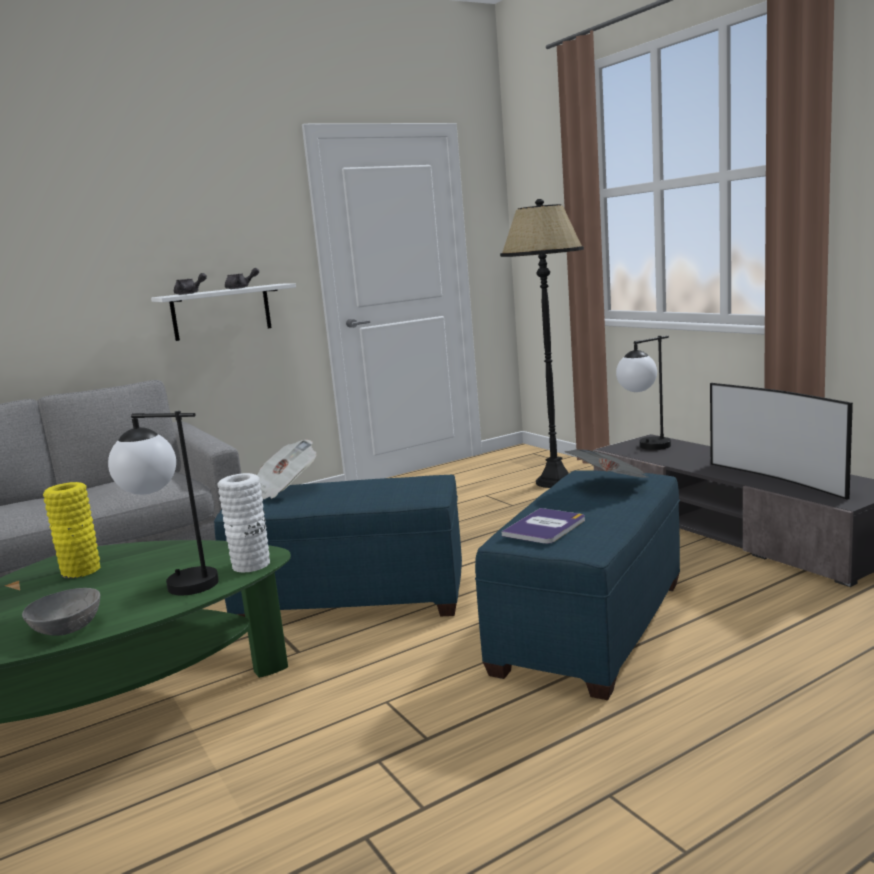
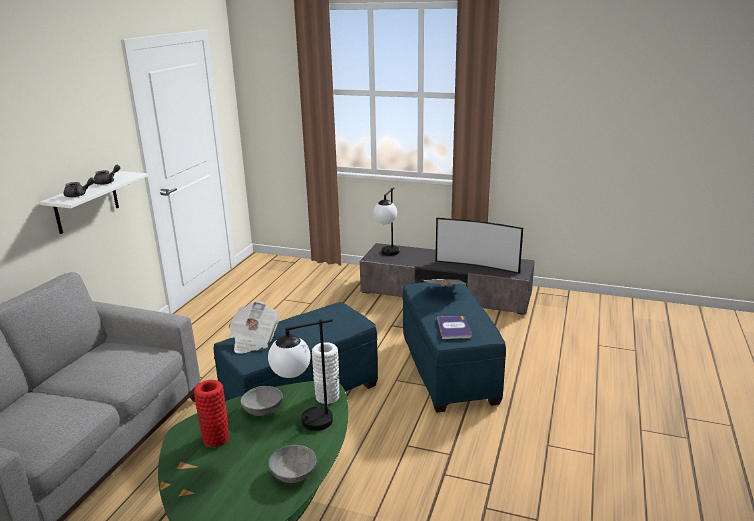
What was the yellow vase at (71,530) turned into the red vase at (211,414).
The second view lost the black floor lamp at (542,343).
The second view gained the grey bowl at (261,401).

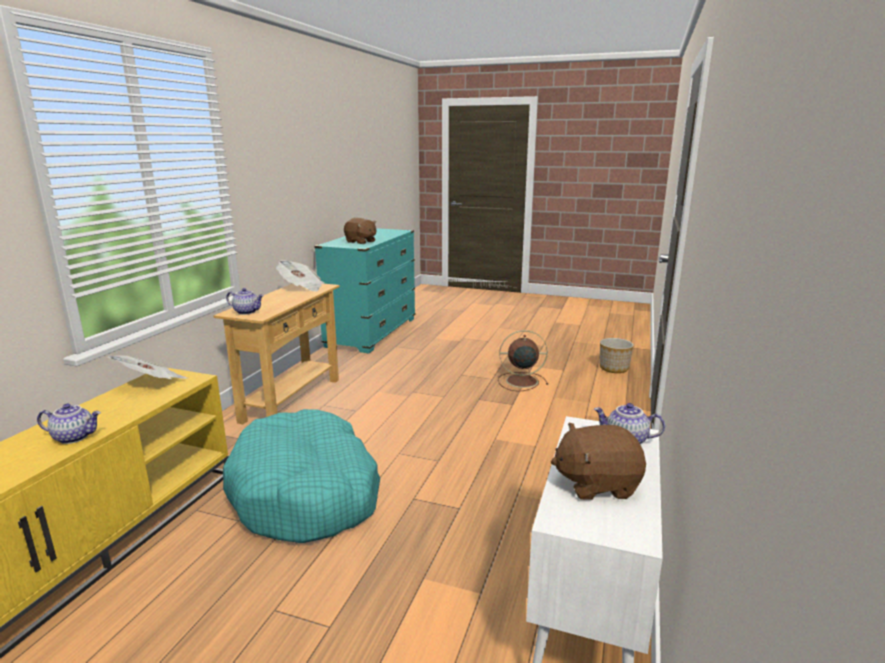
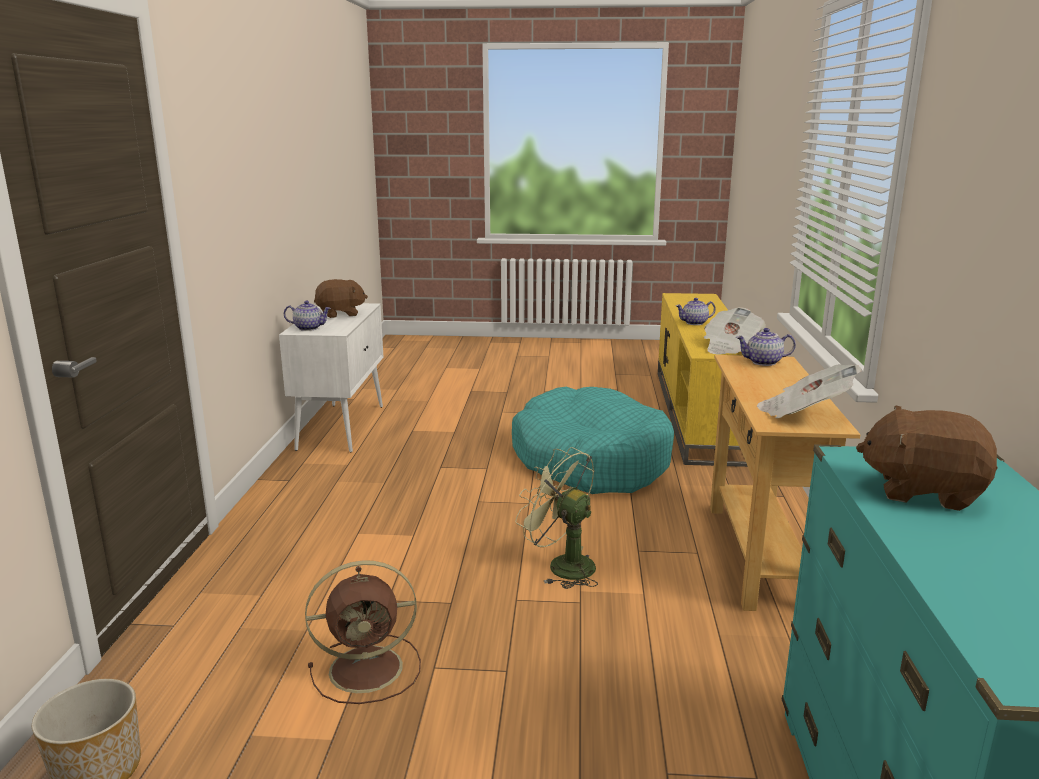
The second view gained the green fan at (556,518).

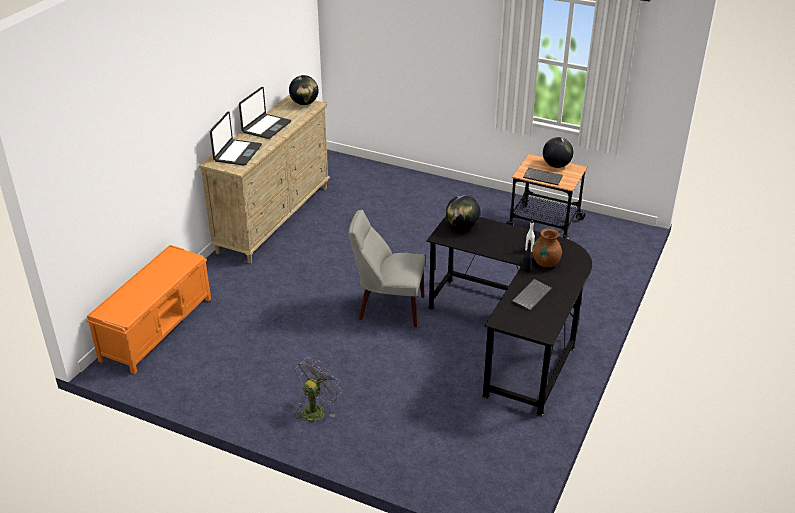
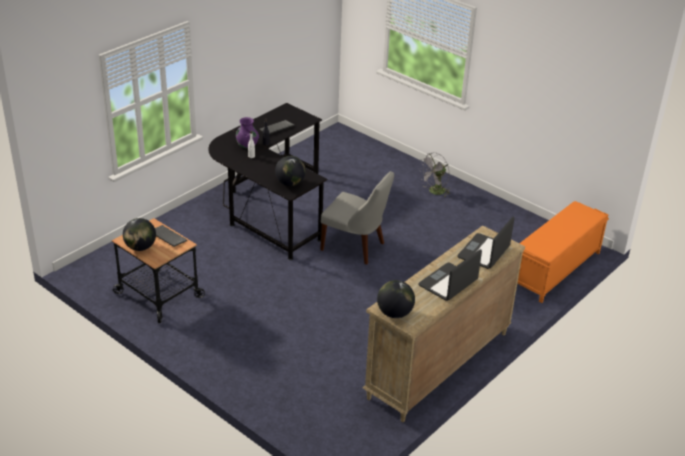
What was the brown vase at (547,247) turned into the purple vase at (247,132).

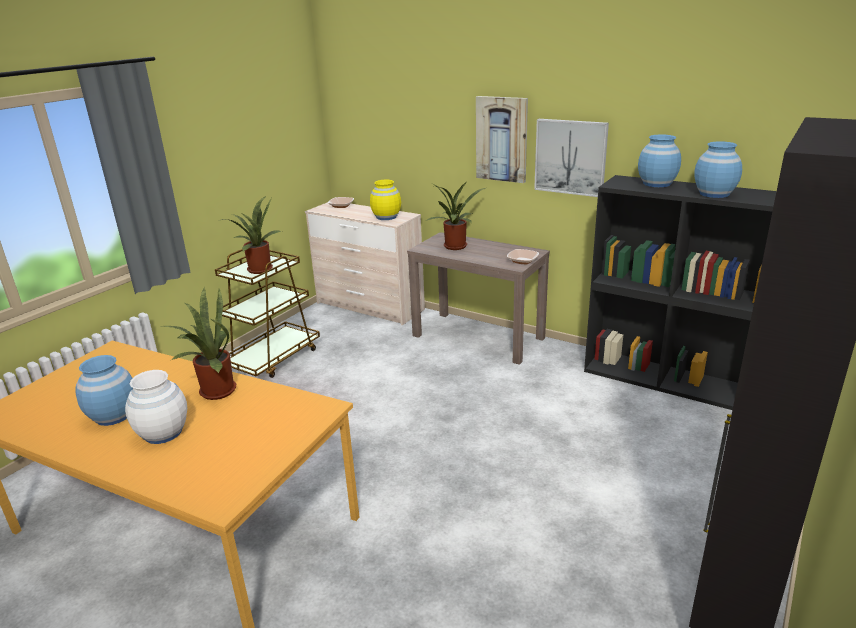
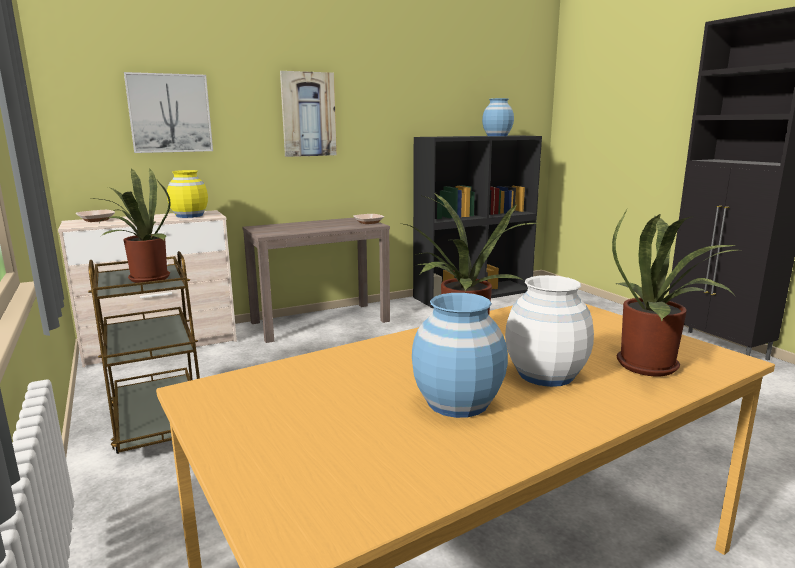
The potted plant ended up elsewhere, having gone from (456,216) to (674,292).
The picture ended up elsewhere, having gone from (571,158) to (168,112).
The second view lost the blue vase at (659,160).

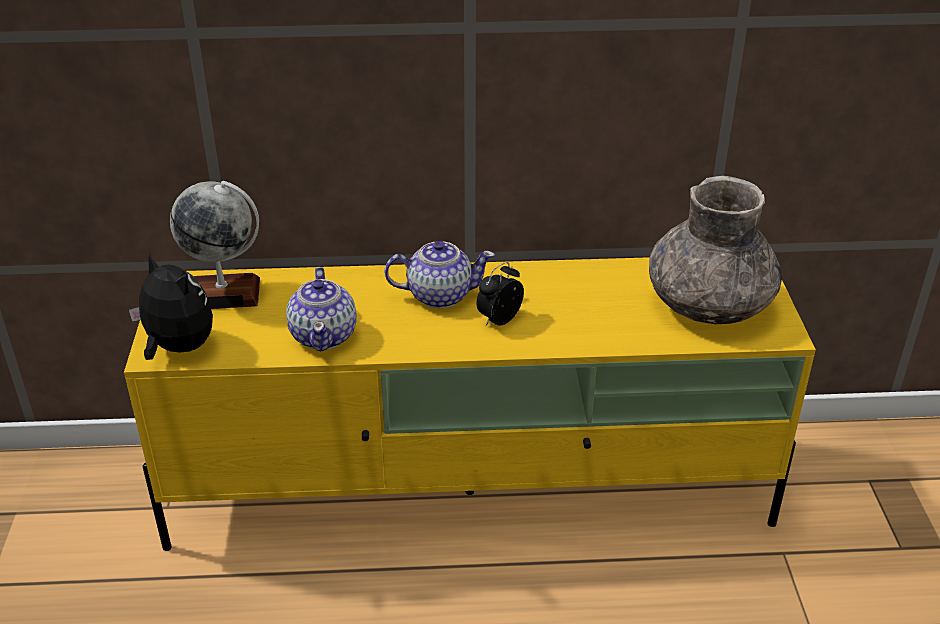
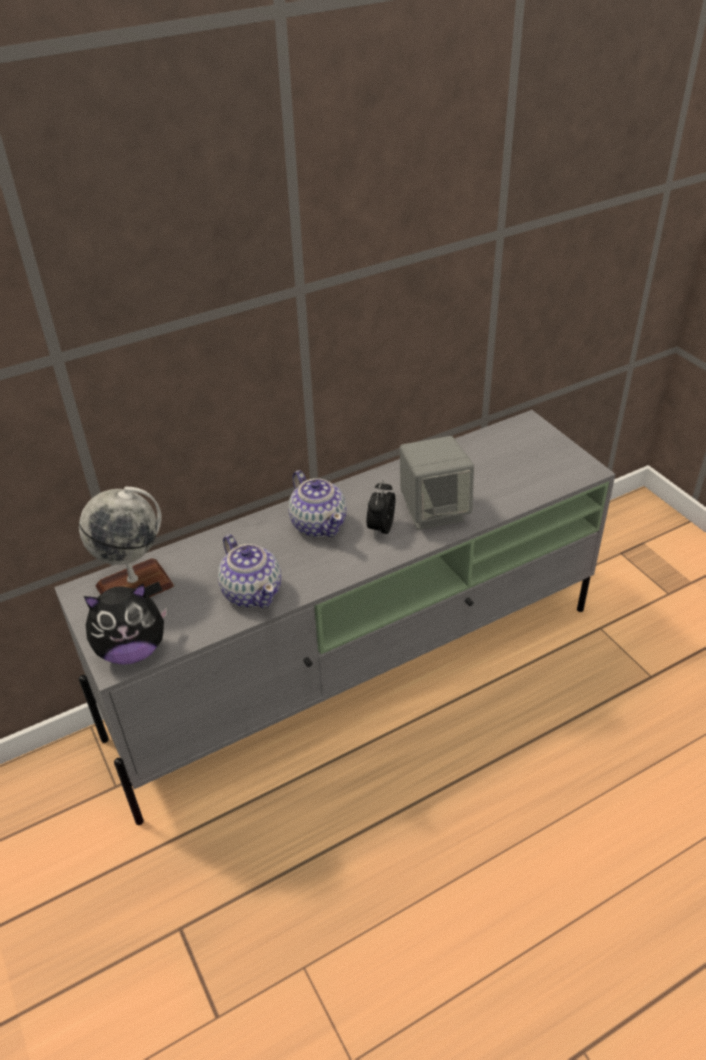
What was the yellow tv stand at (470,404) turned into the grey tv stand at (334,617).
The plush toy at (171,305) ended up facing another way, 150 degrees clockwise from before.
The teapot at (439,274) ended up facing another way, 90 degrees clockwise from before.
The second view lost the grey vase at (715,250).
The second view gained the grey speaker at (437,483).

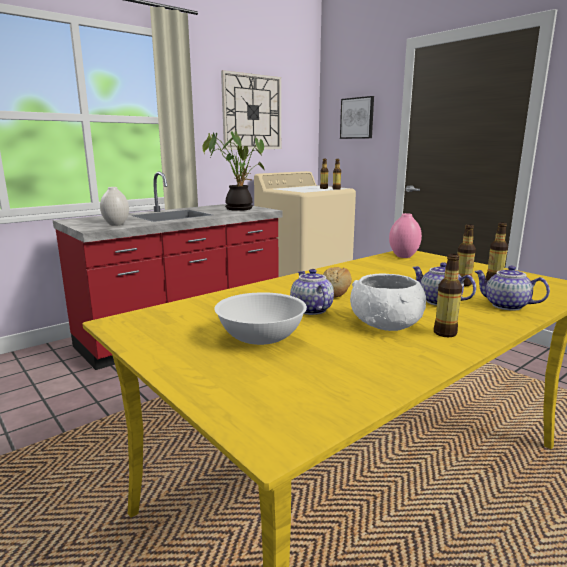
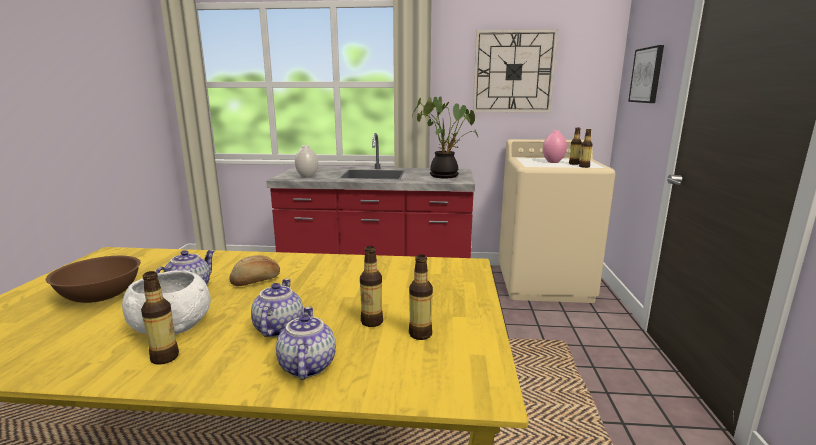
What was the white bowl at (260,318) turned into the brown bowl at (93,279).
The pink vase ended up elsewhere, having gone from (405,235) to (555,146).

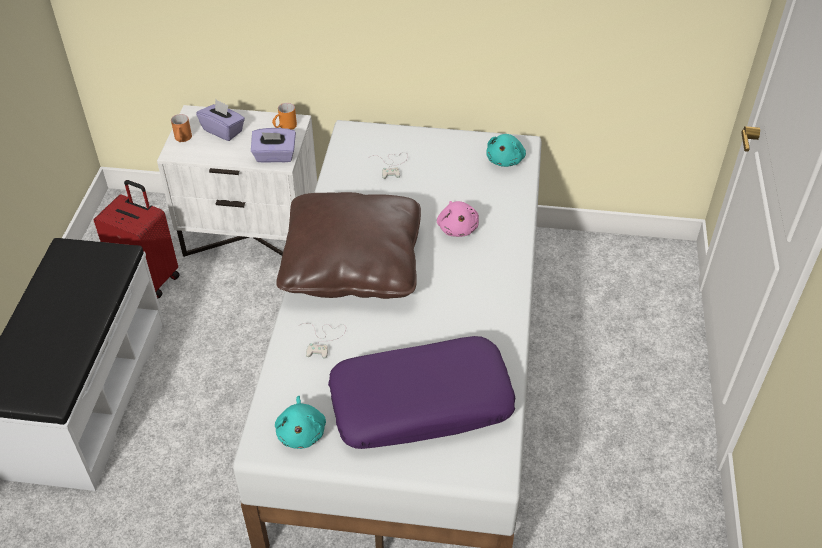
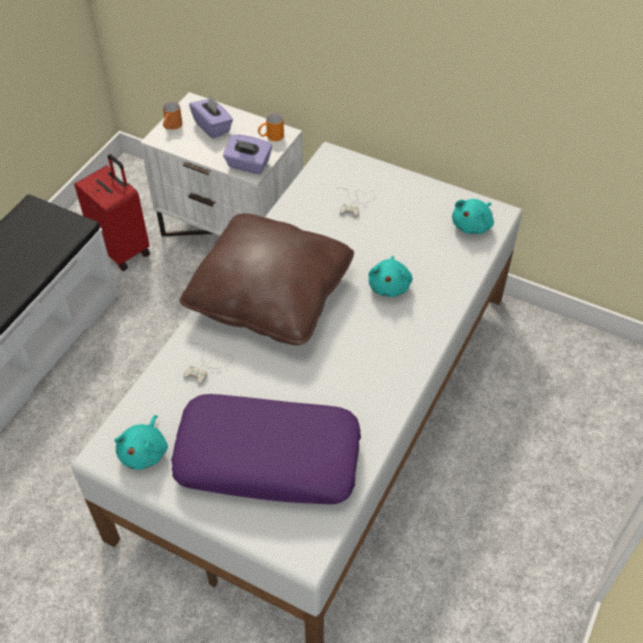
What was the pink plush toy at (458,219) turned into the turquoise plush toy at (391,276).

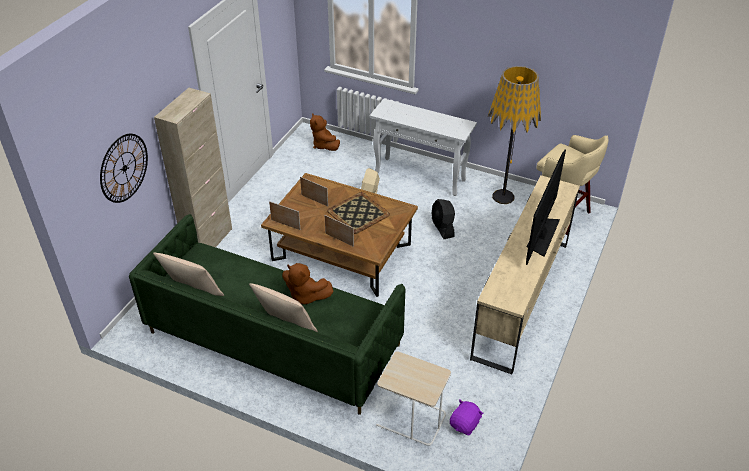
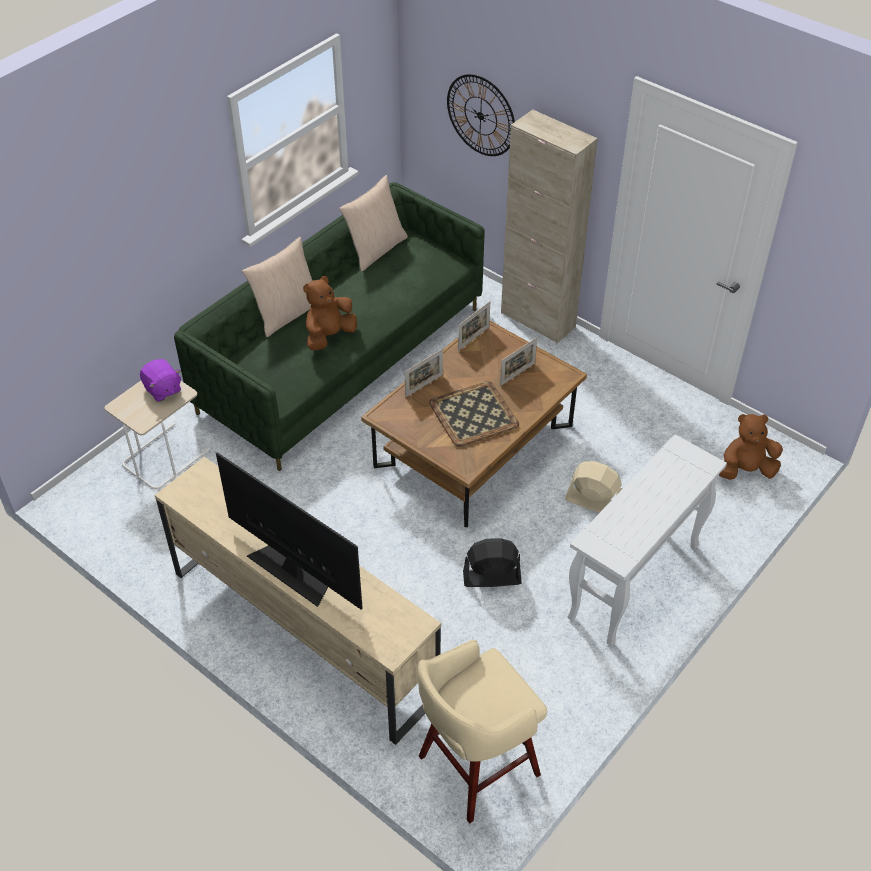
The purple plush toy ended up elsewhere, having gone from (467,417) to (160,380).
The second view lost the floor lamp at (514,135).

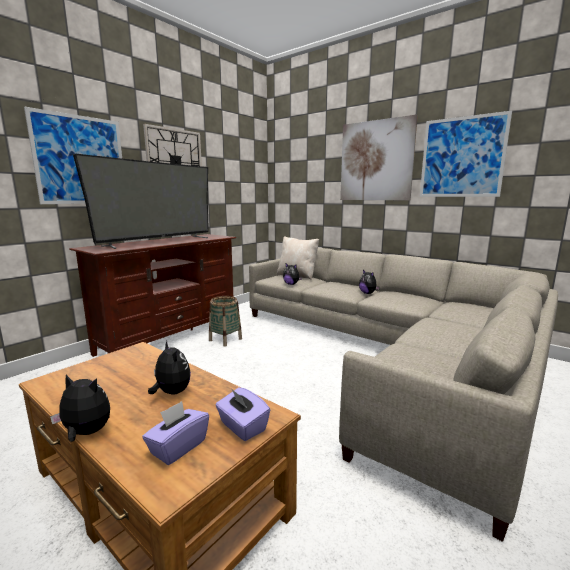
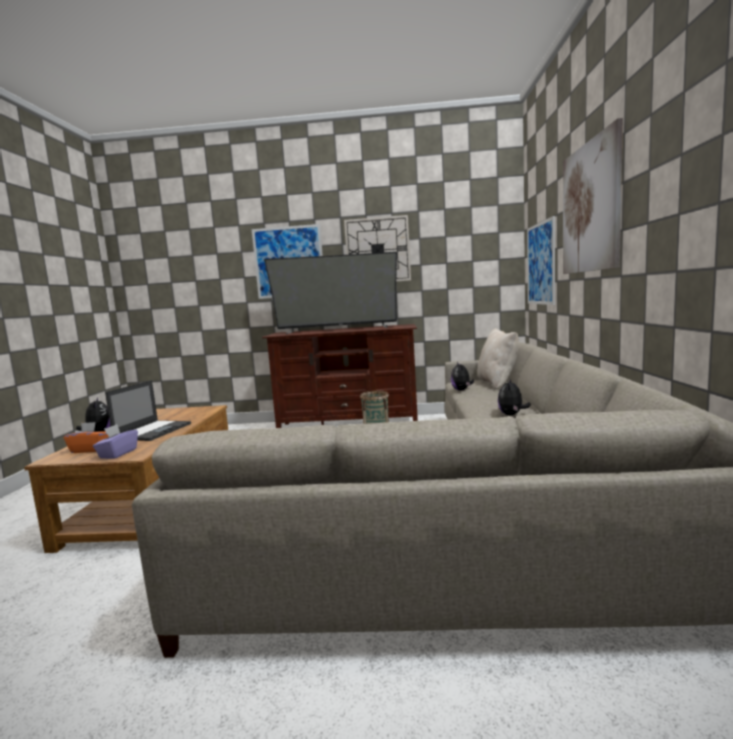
What was the purple tissue box at (175,433) turned into the orange tissue box at (86,437).
Where the plush toy stood at (169,368), the laptop came to stand at (148,410).
The picture ended up elsewhere, having gone from (466,154) to (541,260).

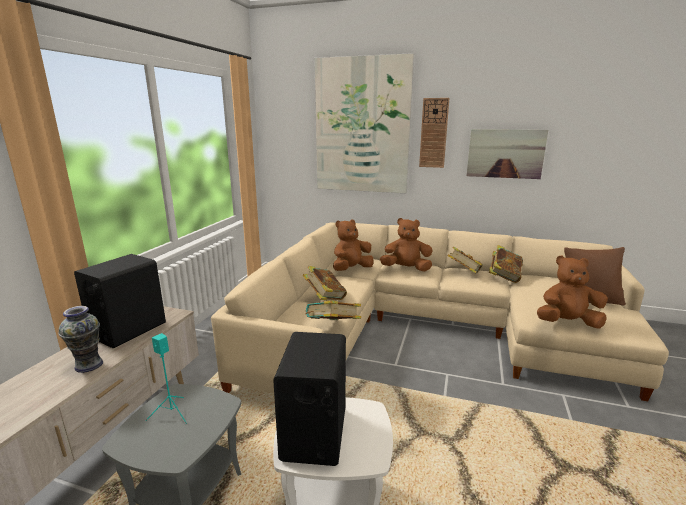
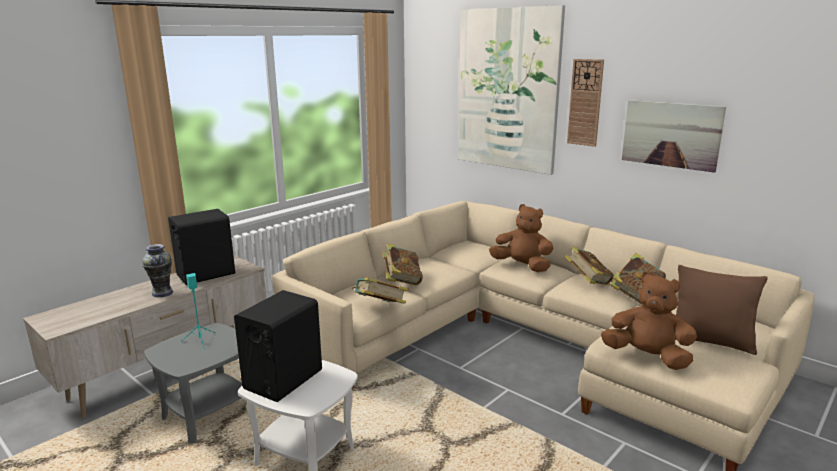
The second view lost the brown plush toy at (353,245).

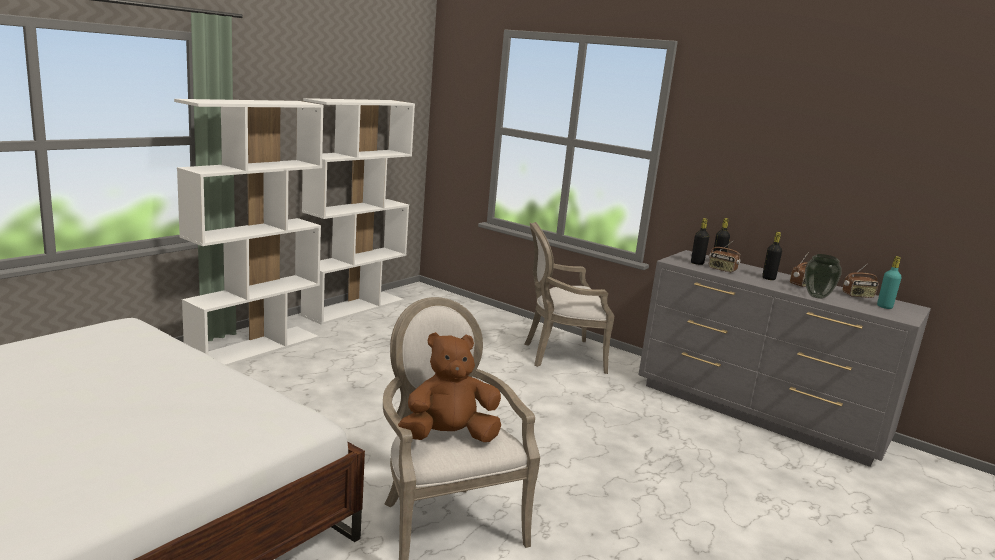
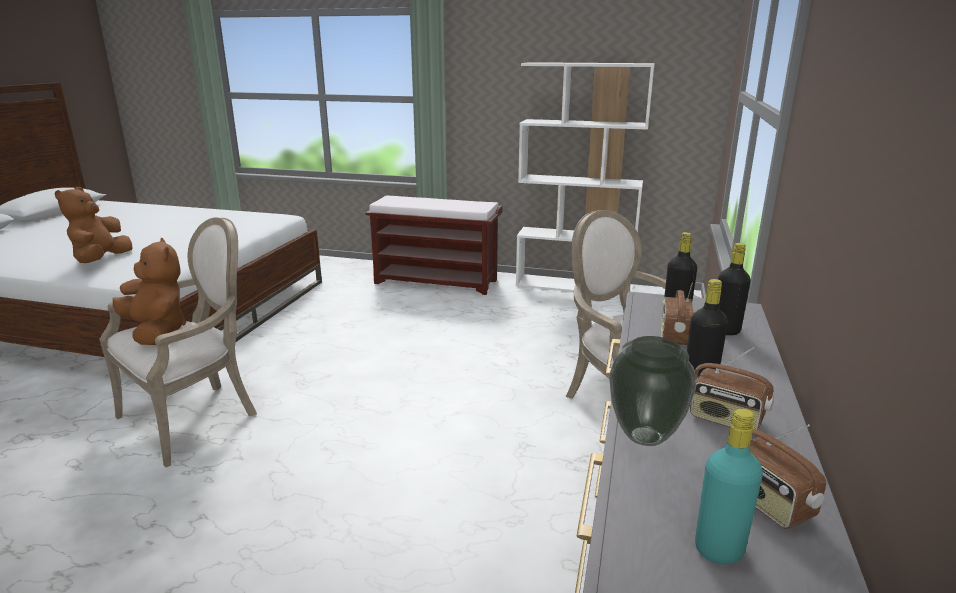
Where the white bookcase stood at (249,232), the brown bench came to stand at (434,245).
The second view gained the brown plush toy at (94,225).

